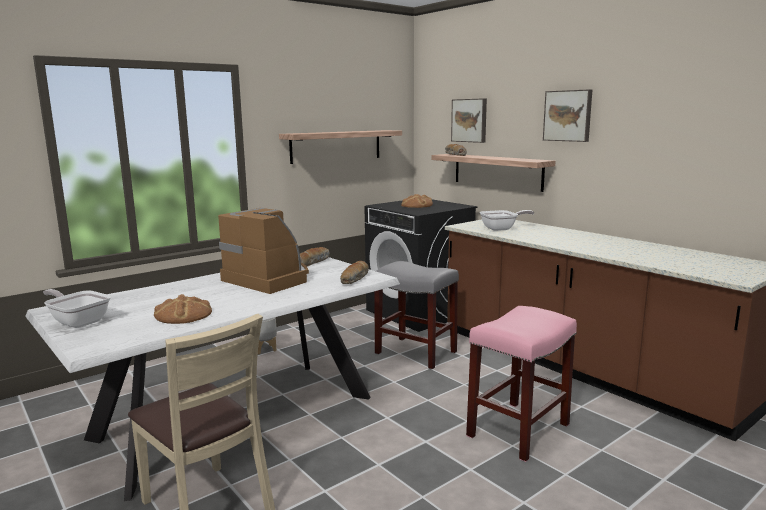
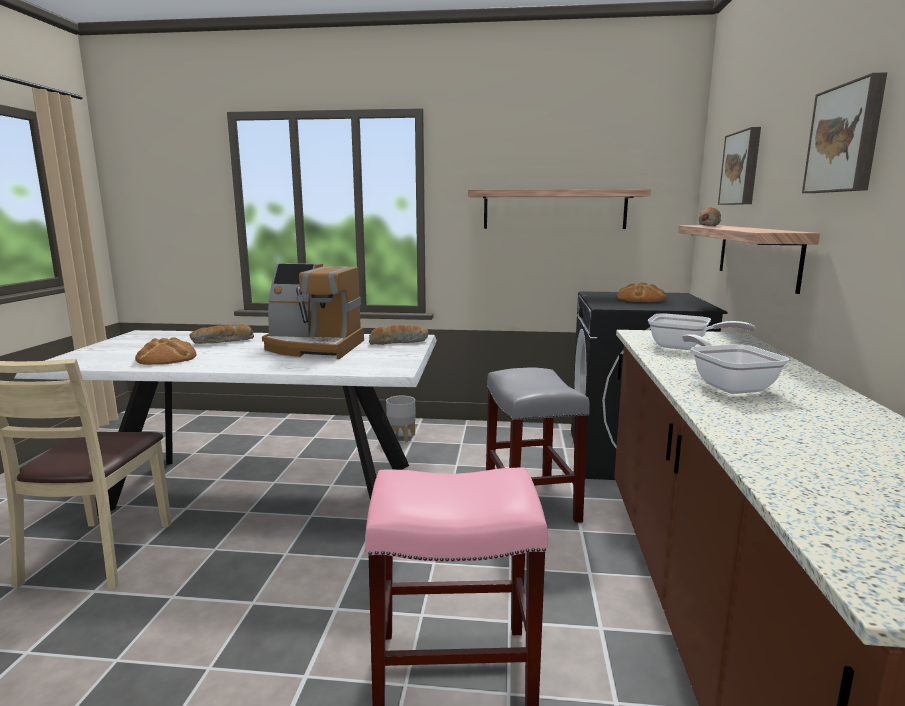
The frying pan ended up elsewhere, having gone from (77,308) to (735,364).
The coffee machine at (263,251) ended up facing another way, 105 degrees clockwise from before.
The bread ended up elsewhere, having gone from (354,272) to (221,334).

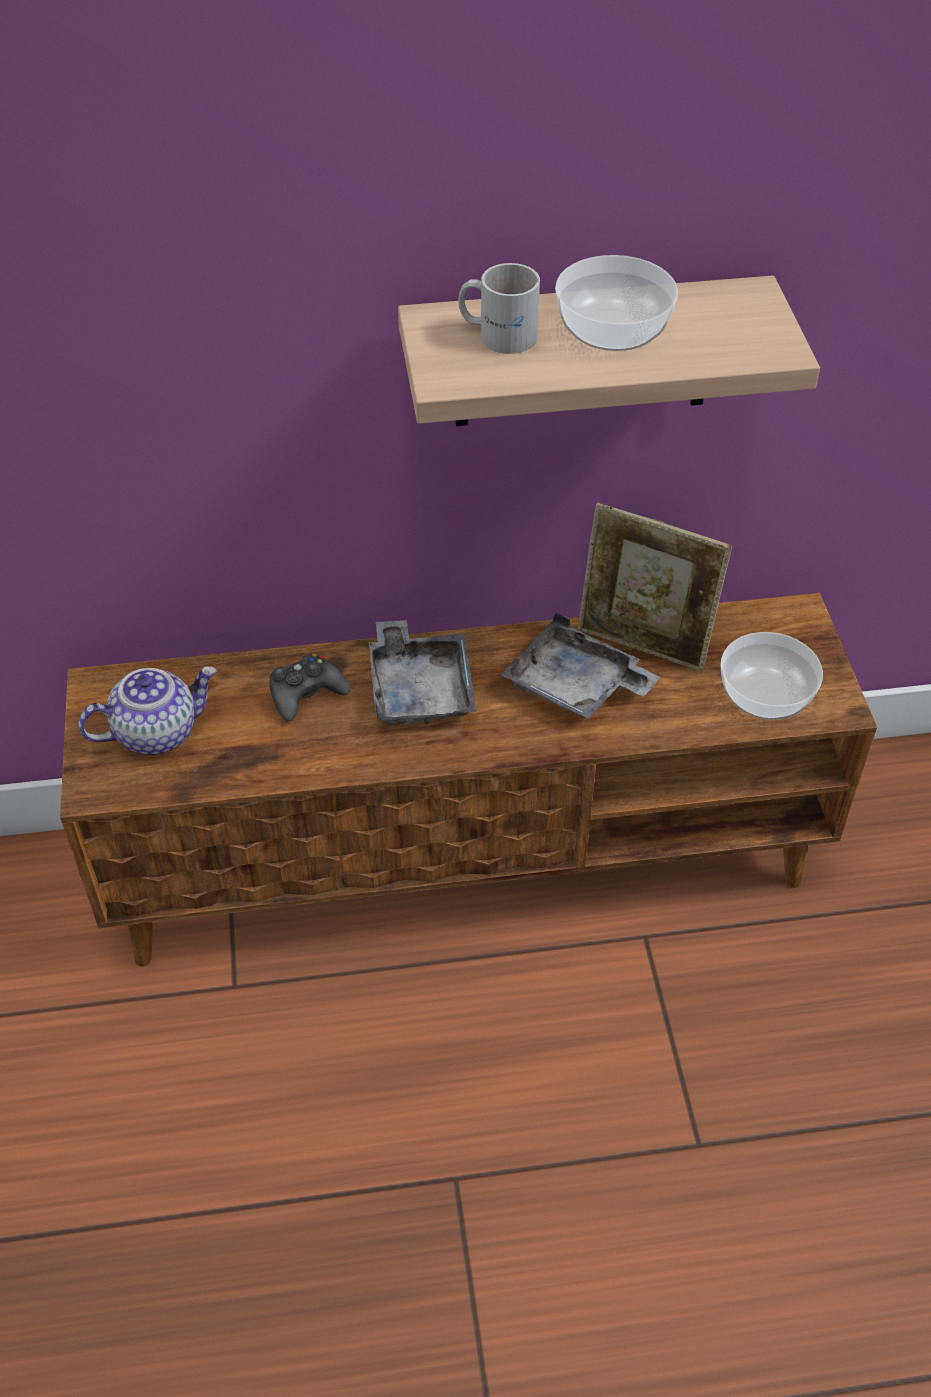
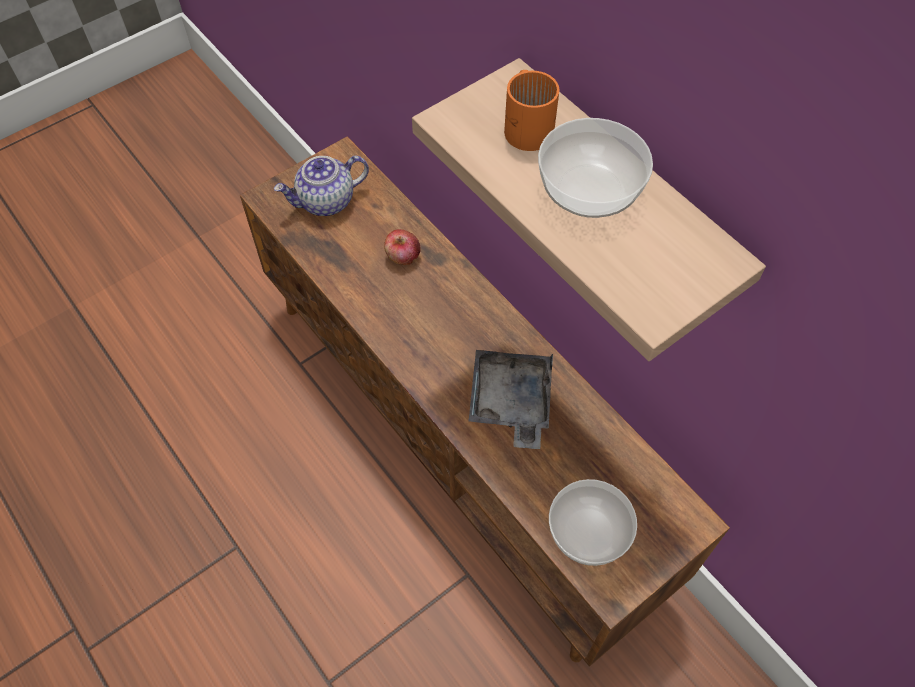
The teapot at (147,710) ended up facing another way, 120 degrees clockwise from before.
Where the black game controller stood at (310,688), the apple came to stand at (402,247).
The second view lost the grey tray at (422,673).
What was the white mug at (499,308) turned into the orange mug at (532,110).
The second view lost the picture frame at (655,587).

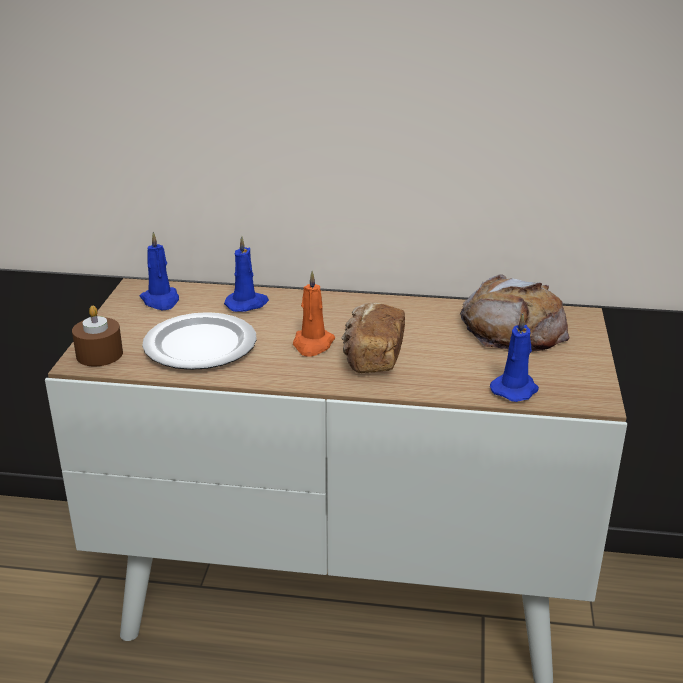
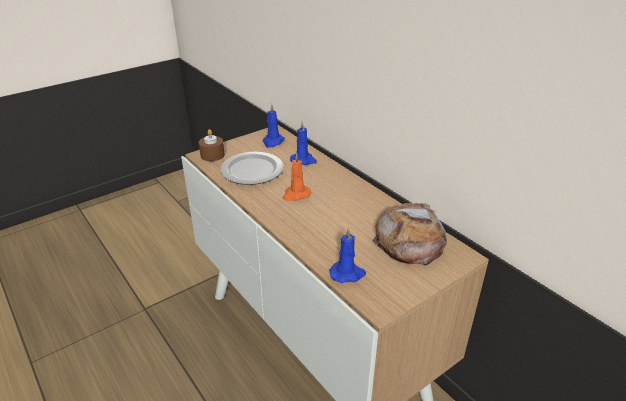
The second view lost the bread at (373,337).

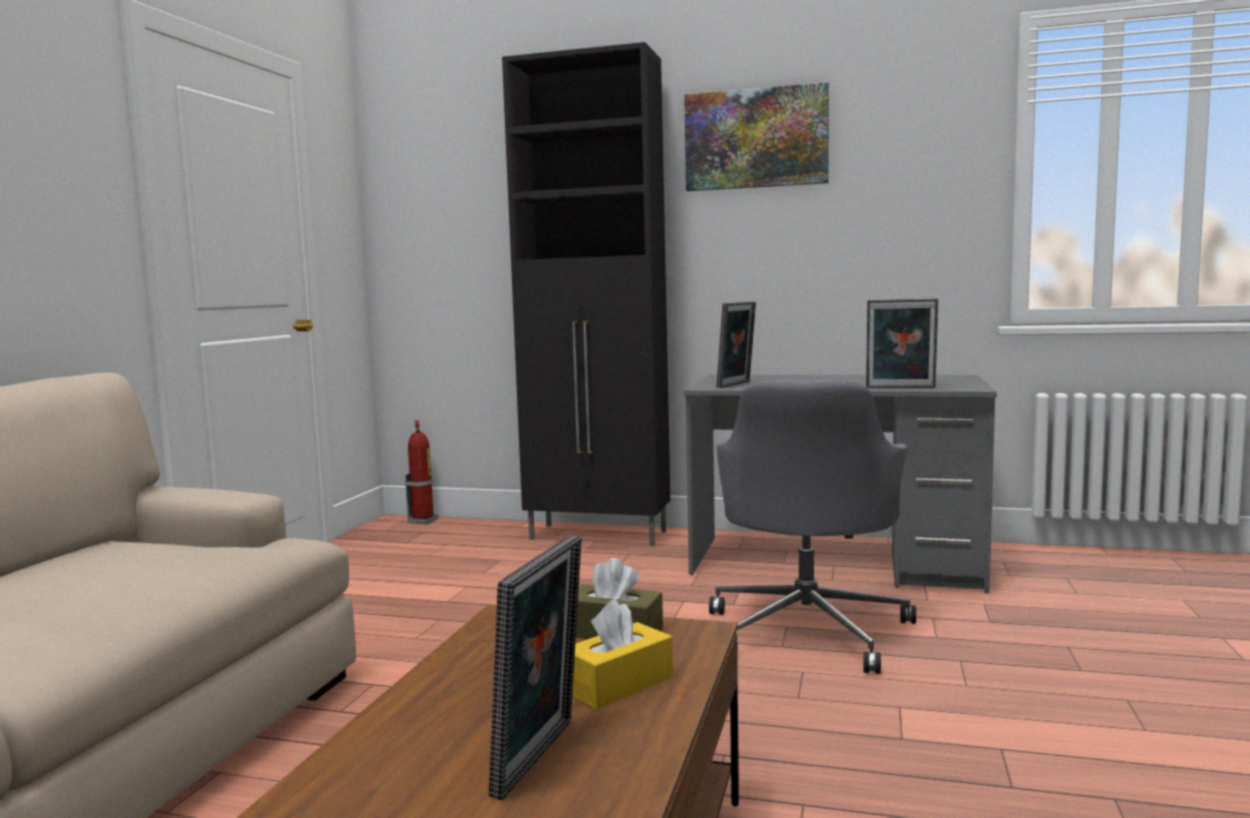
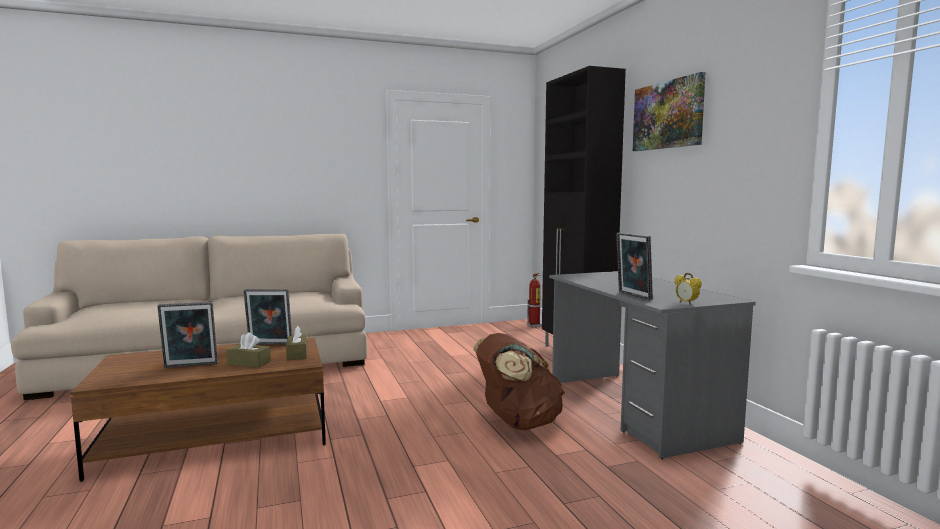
What was the yellow tissue box at (622,654) turned into the brown tissue box at (249,350).
Where the grey office chair stood at (812,527), the brown backpack came to stand at (519,381).
The picture frame ended up elsewhere, having gone from (736,344) to (268,317).
The second view gained the alarm clock at (688,289).

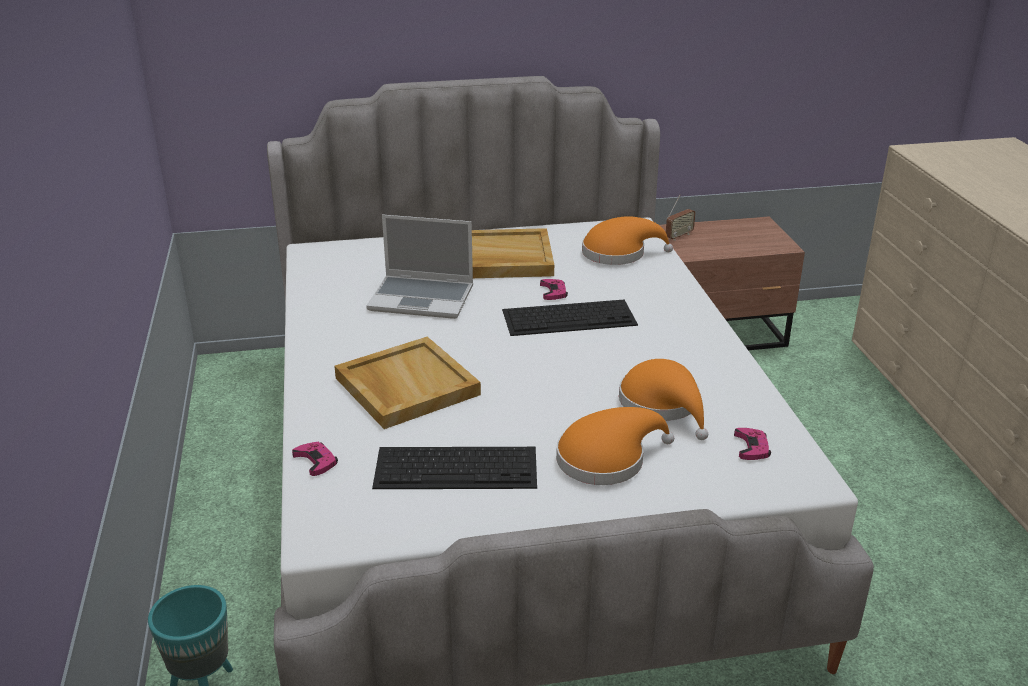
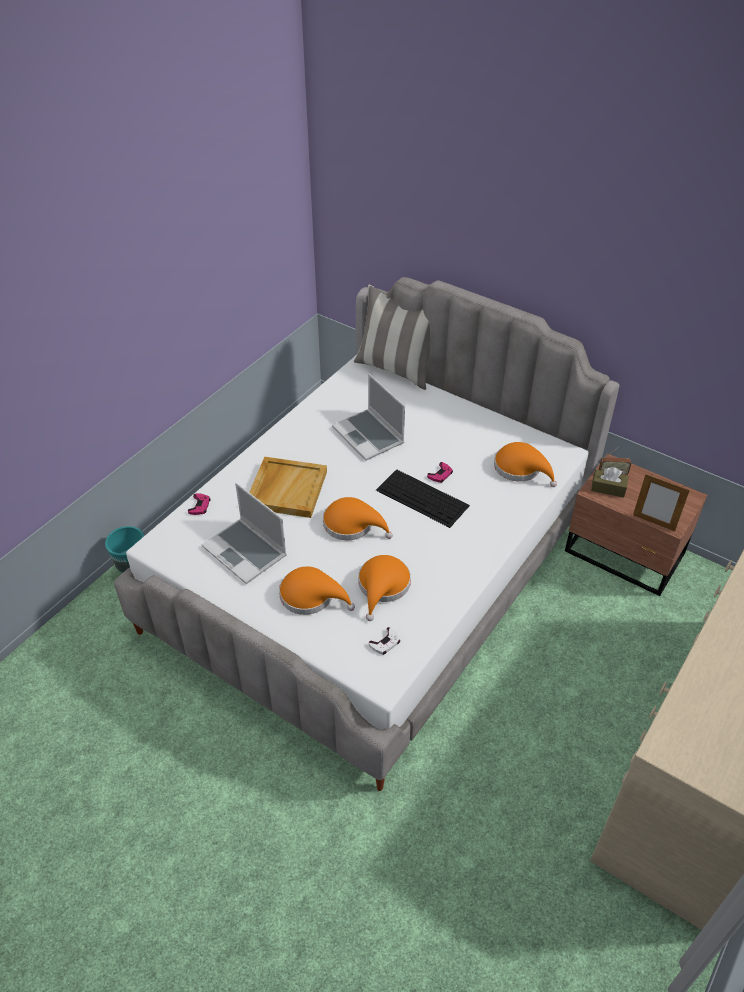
Where the keyboard stood at (454,468), the laptop came to stand at (244,533).
The second view lost the beige tray at (513,253).
What was the pink game controller at (752,444) turned into the white game controller at (384,641).
The second view gained the orange hat at (358,518).
The second view gained the pillow at (392,337).
The second view gained the brown tissue box at (610,482).
The second view gained the picture frame at (661,502).

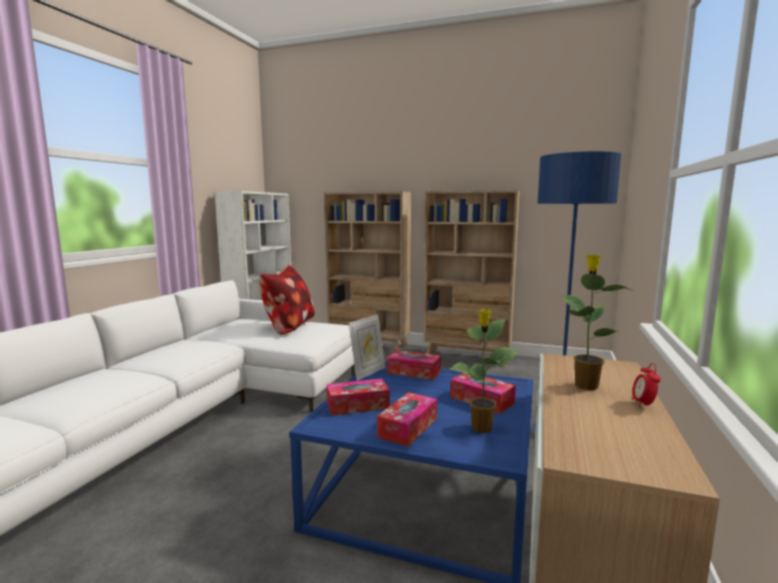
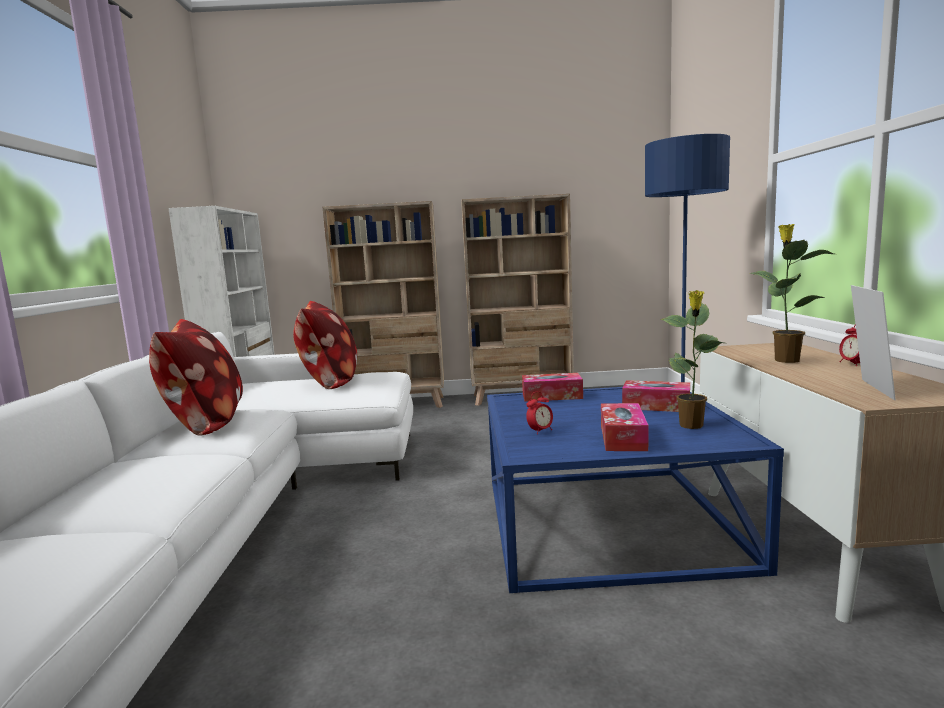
Where the tissue box stood at (358,397), the alarm clock came to stand at (539,412).
The picture frame ended up elsewhere, having gone from (367,347) to (873,342).
The second view gained the pillow at (196,377).

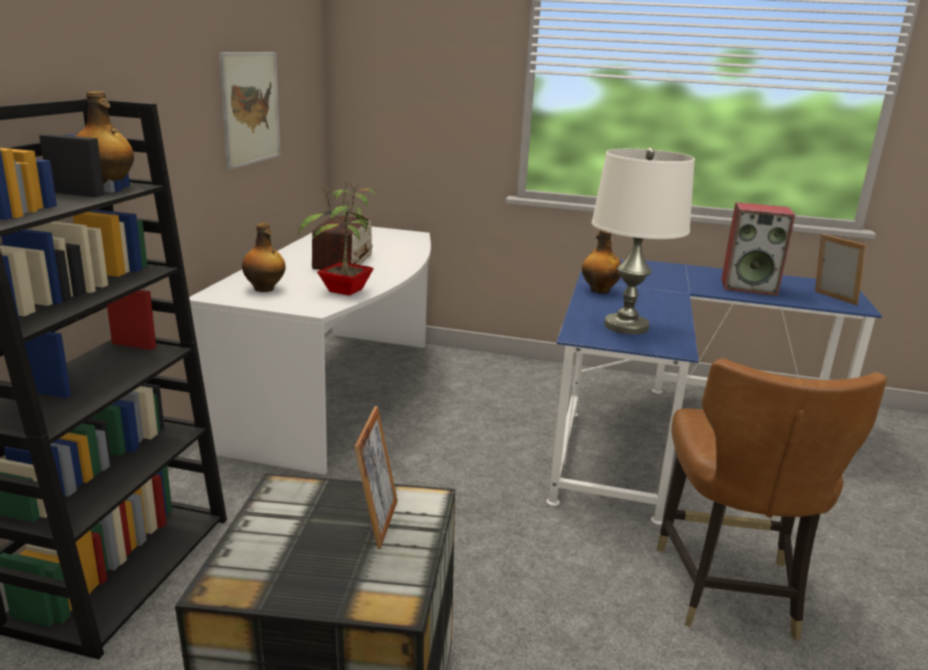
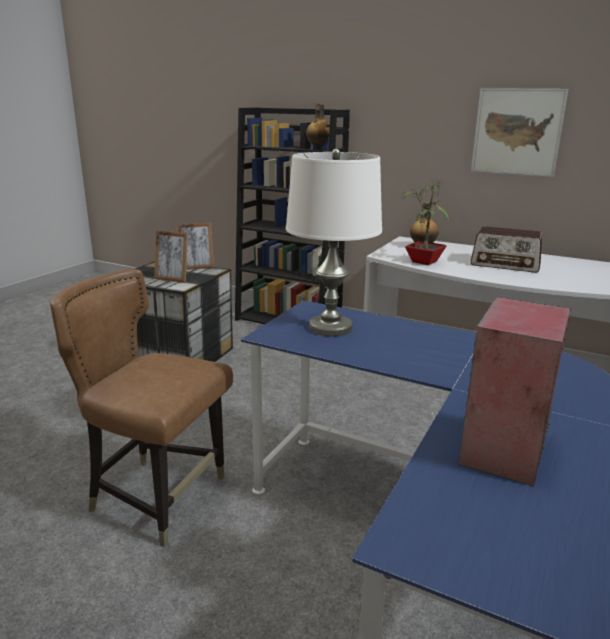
The second view lost the bottle at (601,262).
The picture frame ended up elsewhere, having gone from (840,269) to (195,246).

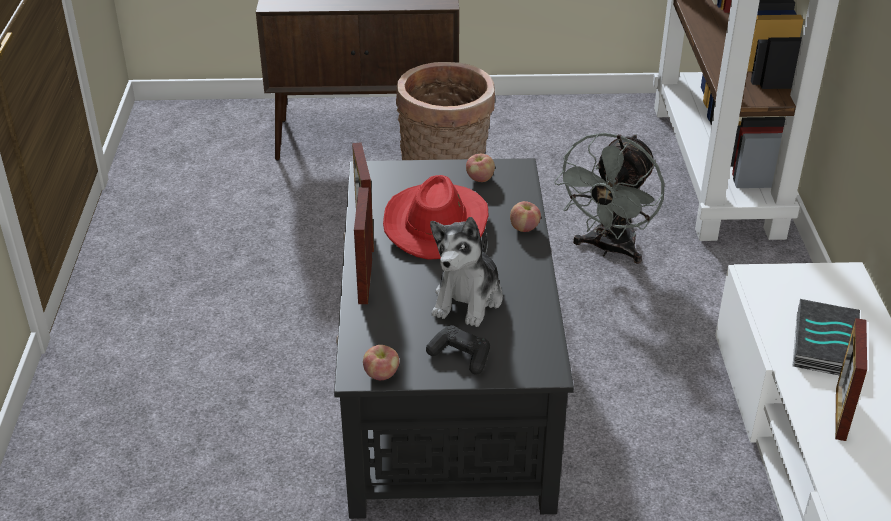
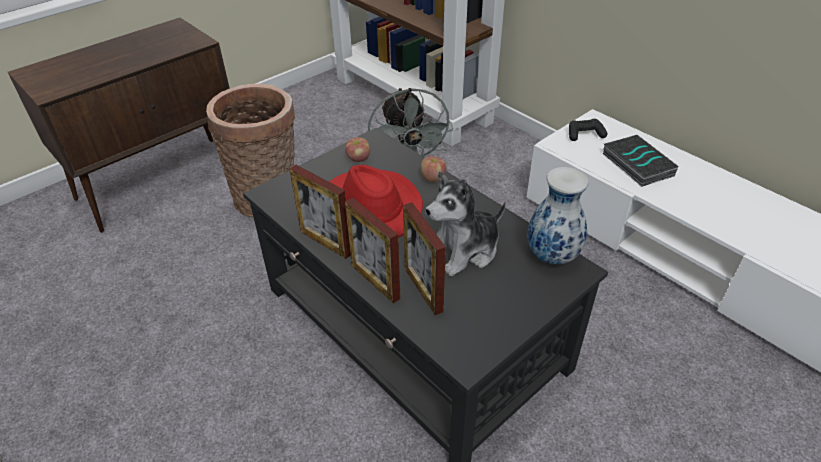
The second view lost the apple at (381,362).
The black game controller ended up elsewhere, having gone from (458,350) to (588,130).
The plush toy at (466,272) ended up facing another way, 75 degrees clockwise from before.
The picture frame ended up elsewhere, having gone from (851,379) to (424,258).
The second view gained the vase at (558,216).

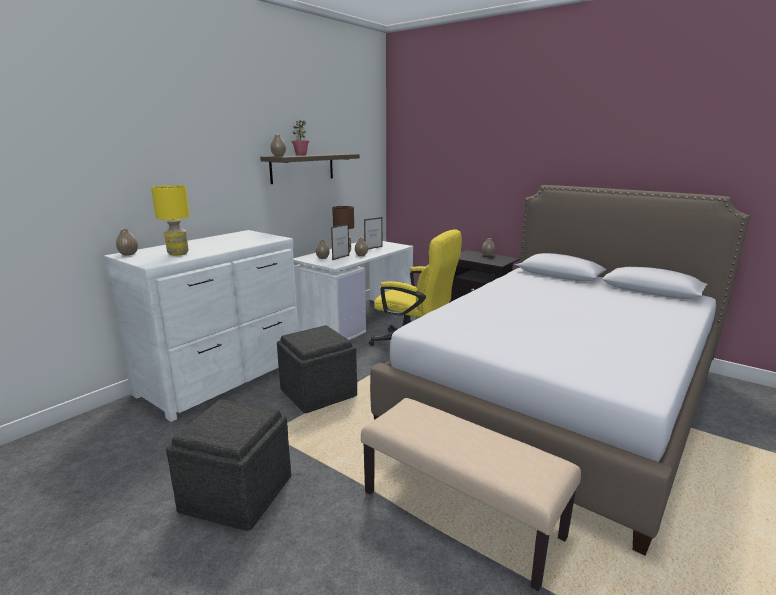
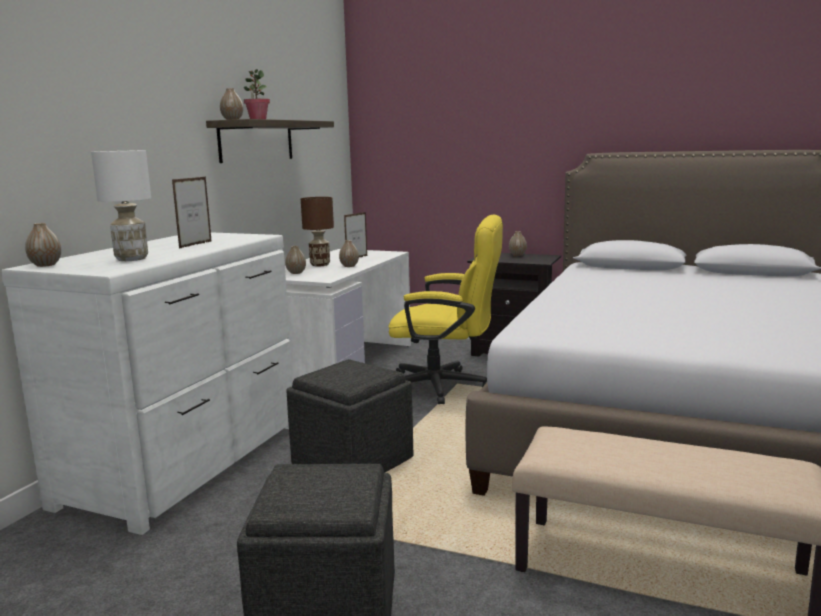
What was the yellow table lamp at (170,220) turned into the white table lamp at (121,205).
The picture frame ended up elsewhere, having gone from (340,242) to (192,213).

